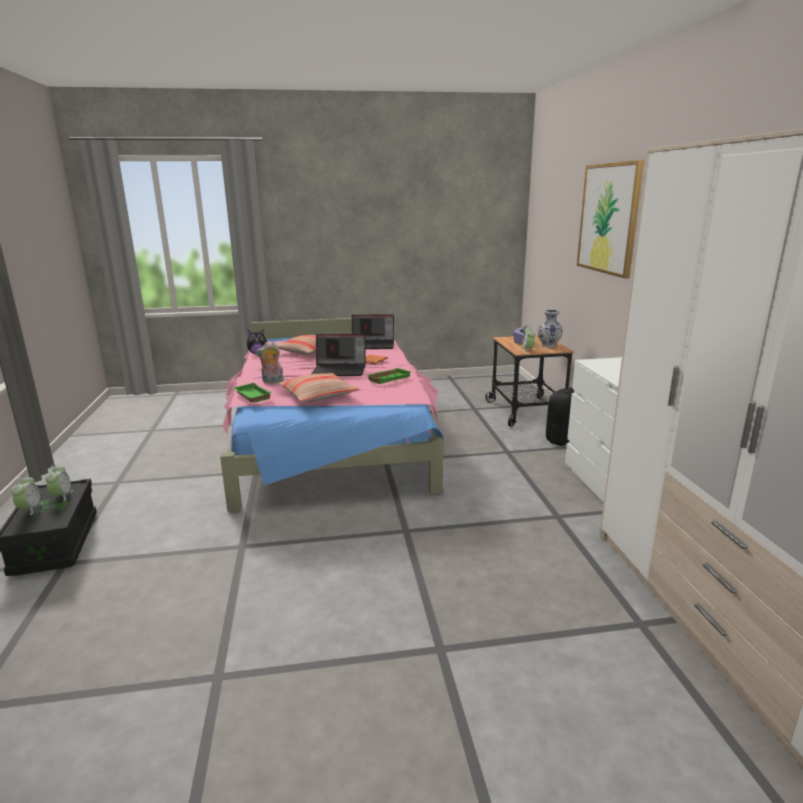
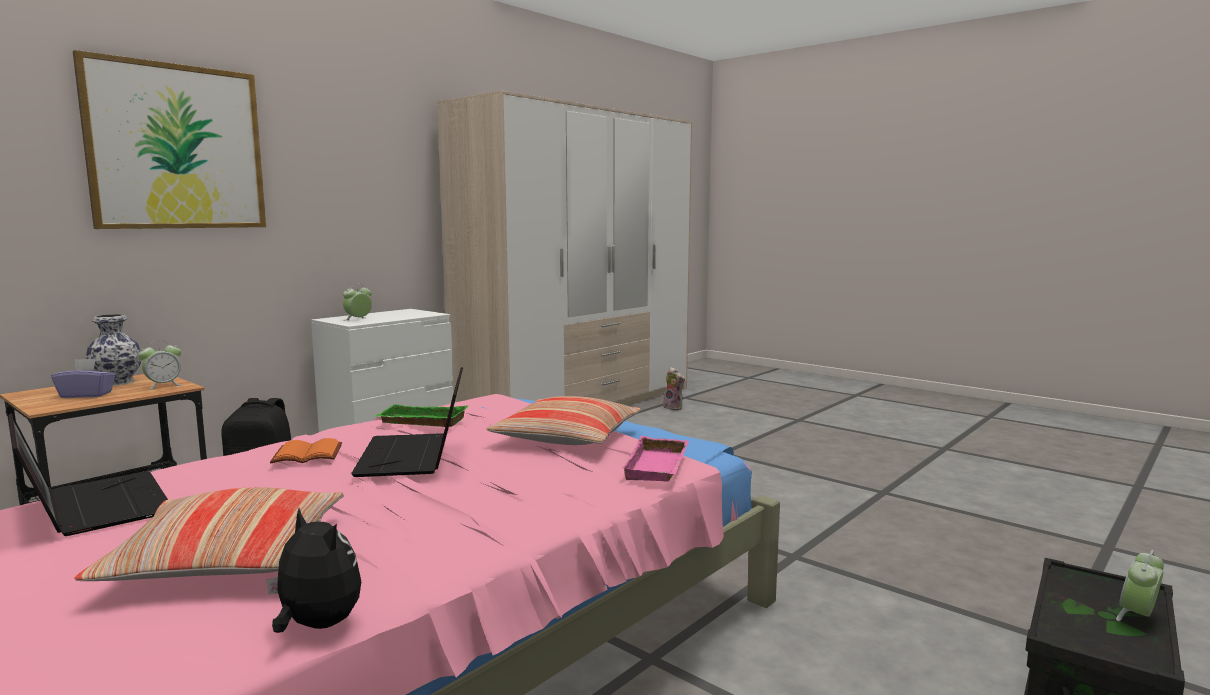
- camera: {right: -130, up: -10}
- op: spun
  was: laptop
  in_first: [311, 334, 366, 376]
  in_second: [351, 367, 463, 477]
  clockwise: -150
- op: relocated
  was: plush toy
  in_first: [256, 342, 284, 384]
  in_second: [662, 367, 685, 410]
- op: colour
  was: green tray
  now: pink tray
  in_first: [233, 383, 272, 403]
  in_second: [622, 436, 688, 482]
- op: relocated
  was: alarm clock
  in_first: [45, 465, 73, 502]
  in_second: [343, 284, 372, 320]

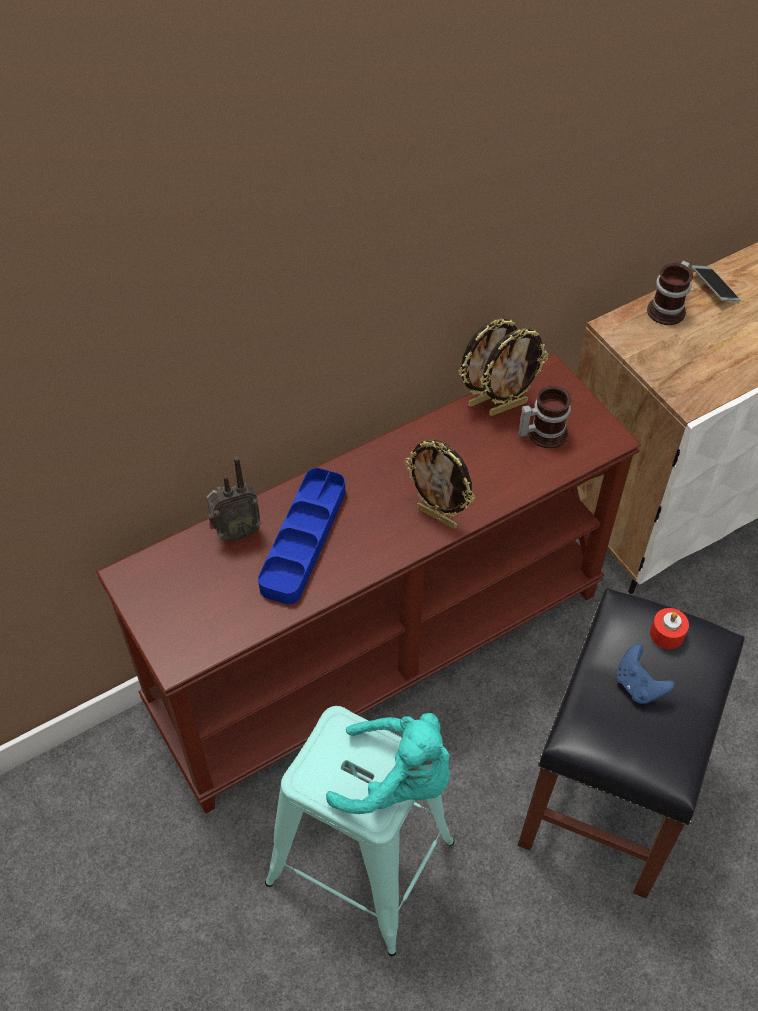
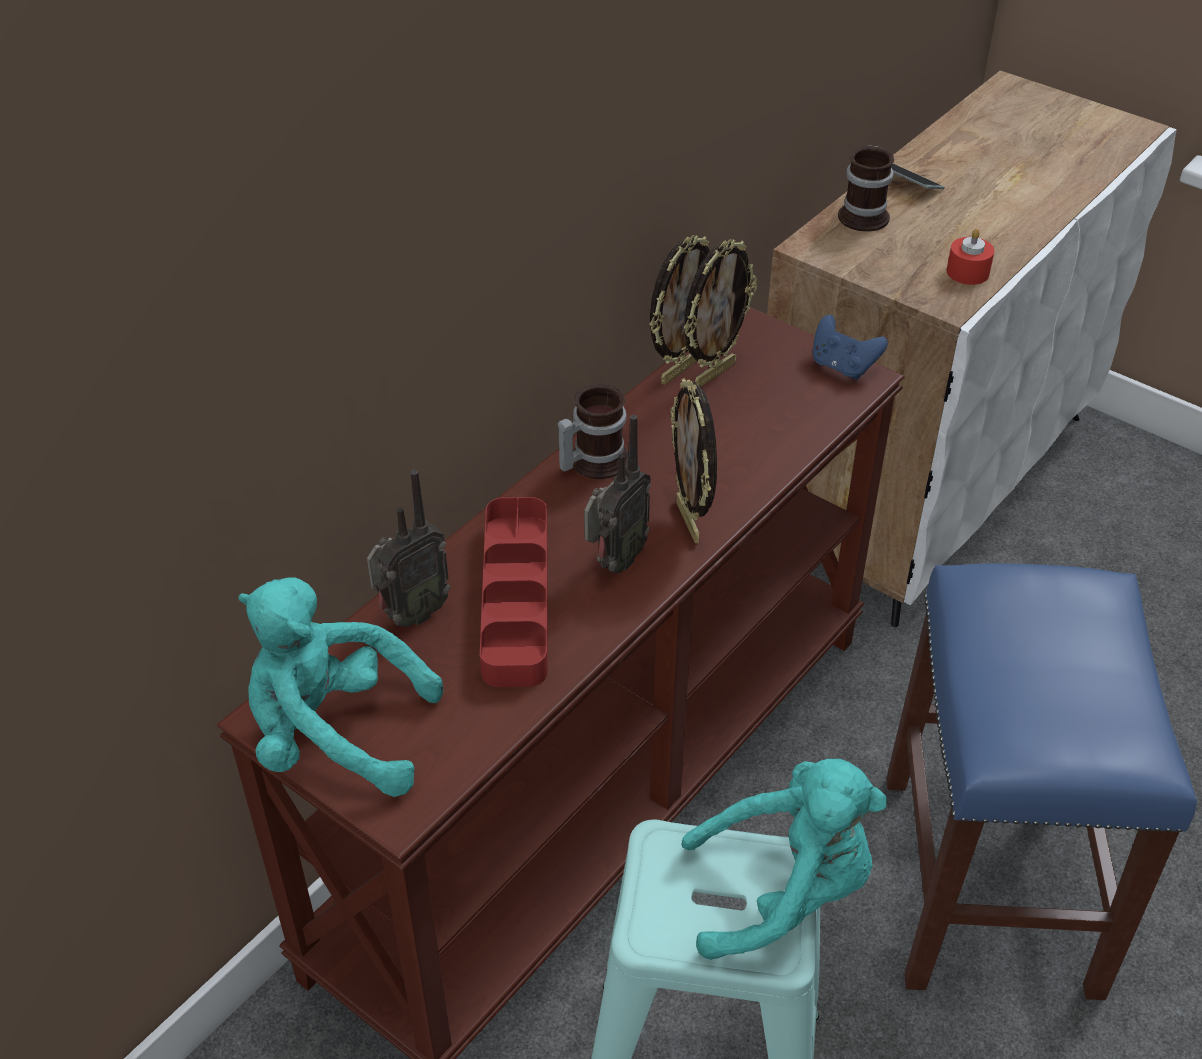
- camera: {right: -20, up: -10}
- op: relocated
  was: mug
  in_first: [519, 386, 572, 448]
  in_second: [558, 384, 628, 479]
- op: spun
  was: picture frame
  in_first: [404, 440, 475, 529]
  in_second: [670, 378, 717, 543]
  clockwise: 60
- op: colour
  was: blue tray
  now: red tray
  in_first: [258, 468, 345, 605]
  in_second: [480, 497, 548, 687]
- op: colour
  was: black stool
  now: blue stool
  in_first: [518, 588, 745, 899]
  in_second: [886, 563, 1197, 1000]
- op: relocated
  was: red candle
  in_first: [650, 608, 689, 649]
  in_second: [946, 228, 995, 285]
- op: relocated
  was: blue game controller
  in_first: [616, 644, 675, 704]
  in_second: [812, 315, 888, 380]
- op: appeared
  now: radio
  in_second: [584, 415, 651, 573]
- op: appeared
  now: turquoise plush toy
  in_second: [238, 577, 443, 797]

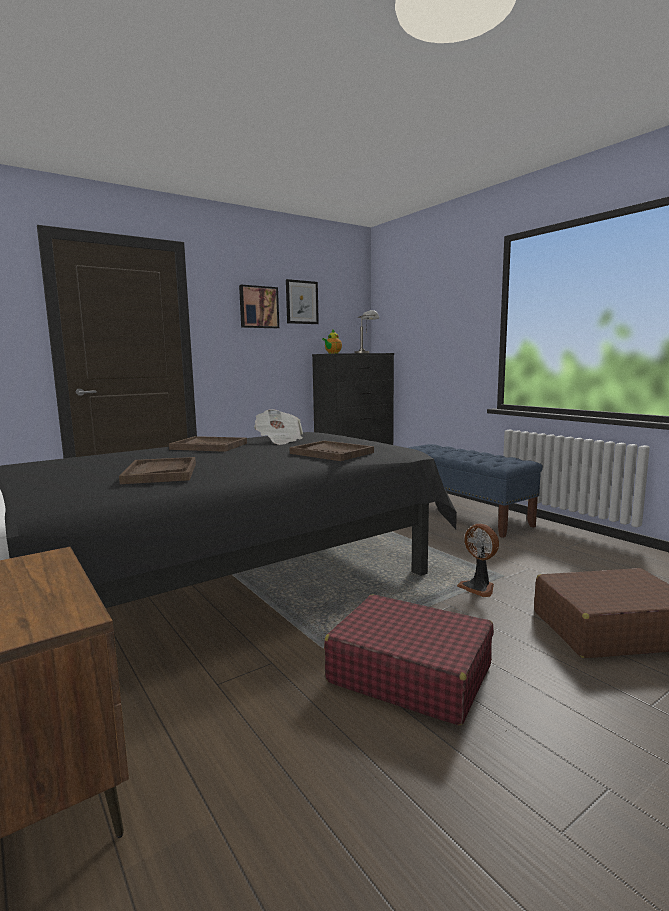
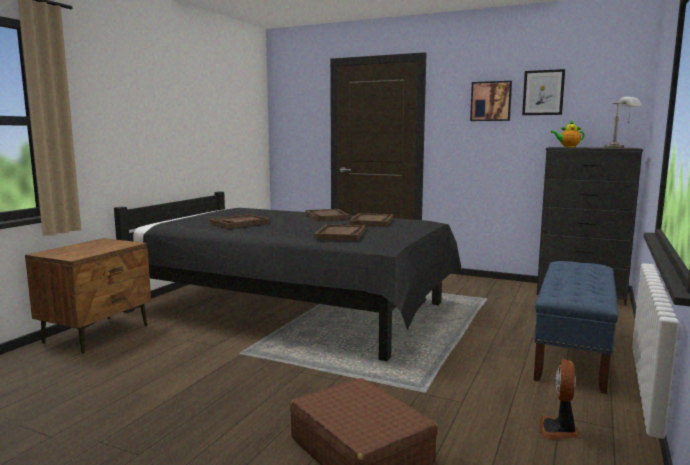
- camera: {right: 60, up: 0}
- op: exchanged
  was: newspaper
  now: brown tray
  in_first: [254, 409, 303, 445]
  in_second: [349, 213, 393, 226]
- op: relocated
  was: fan
  in_first: [457, 524, 499, 597]
  in_second: [540, 359, 579, 440]
- op: missing
  was: red suitcase
  in_first: [324, 595, 494, 725]

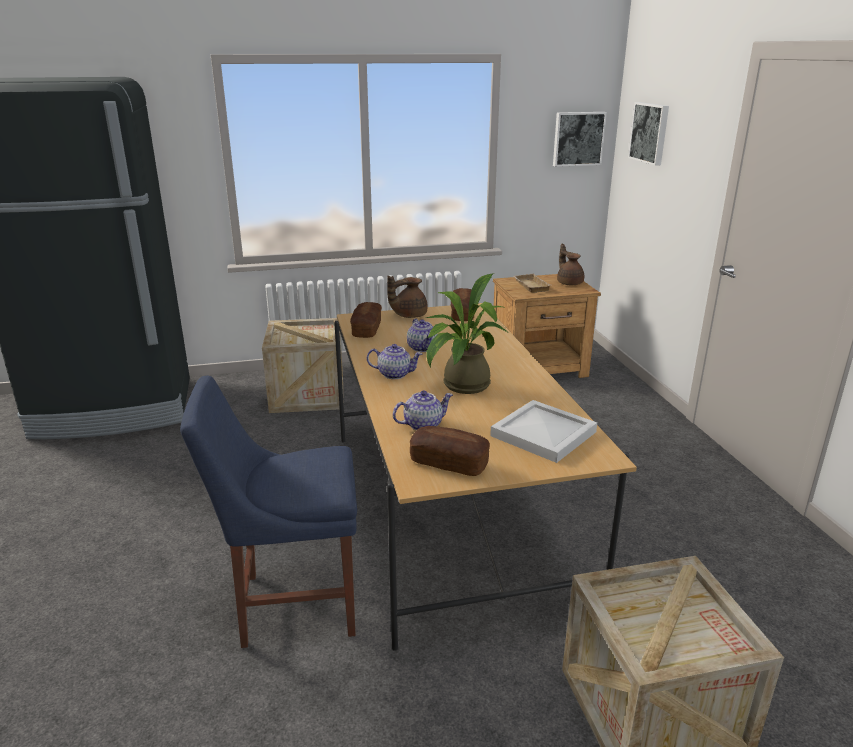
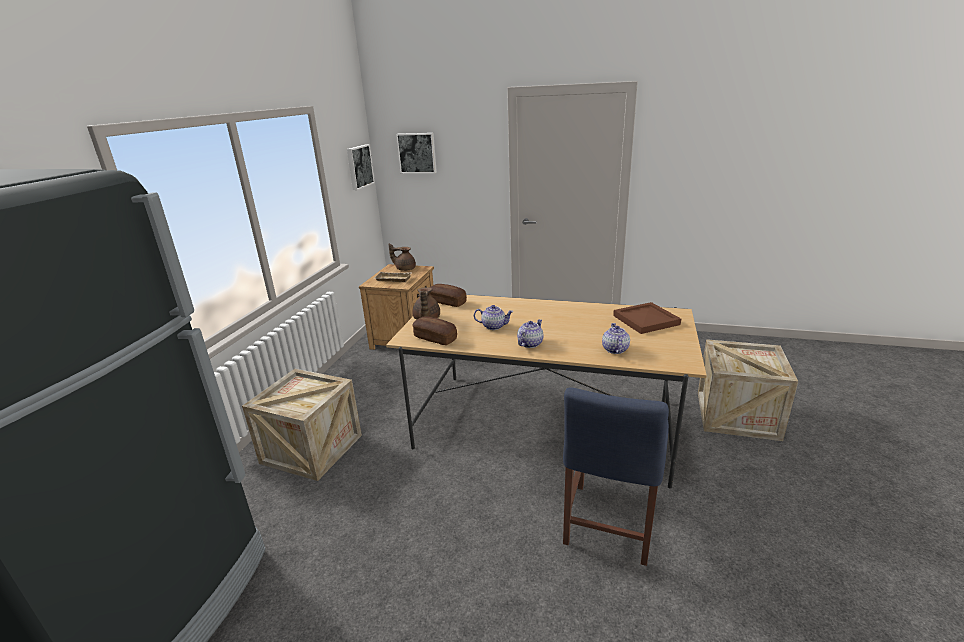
- camera: {right: -60, up: 0}
- op: missing
  was: potted plant
  in_first: [425, 273, 507, 394]
- op: colour
  was: white tray
  now: brown tray
  in_first: [490, 400, 597, 463]
  in_second: [613, 302, 681, 334]
- op: missing
  was: bread
  in_first: [410, 426, 490, 476]

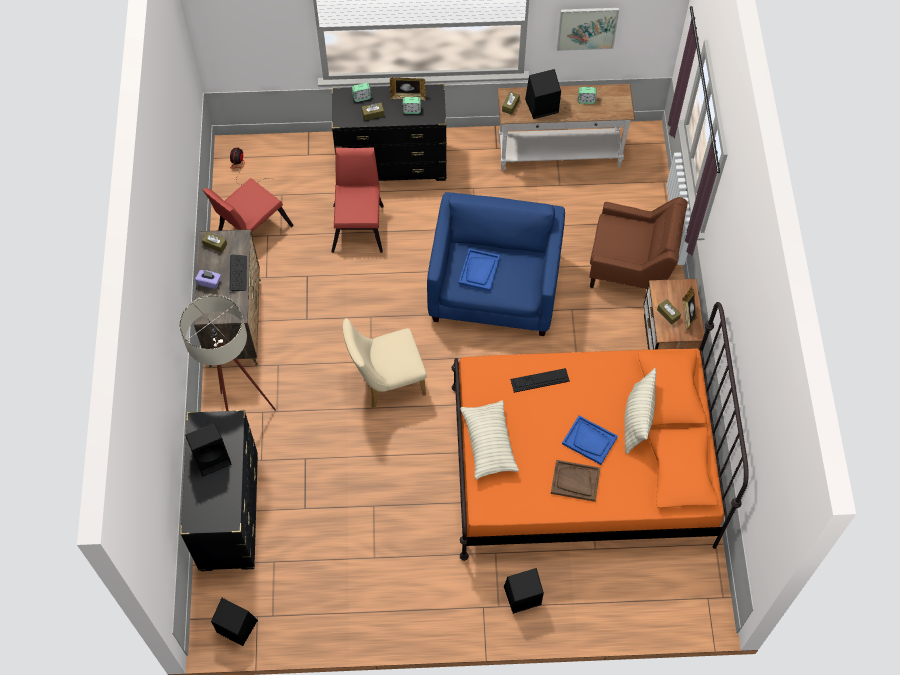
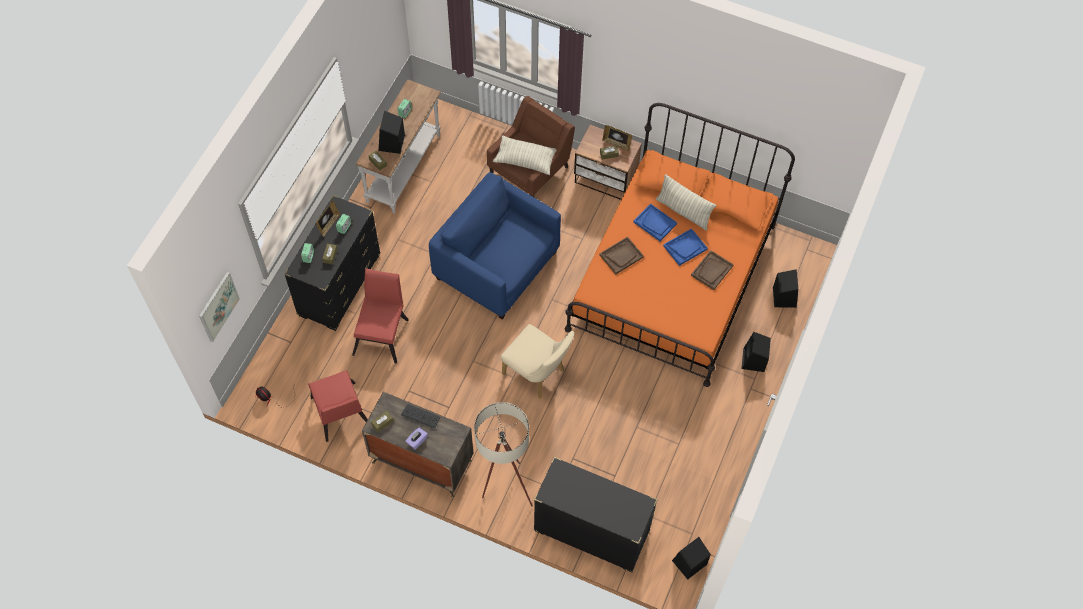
- camera: {right: -65, up: 0}
- op: relocated
  was: picture
  in_first: [557, 8, 619, 51]
  in_second: [199, 272, 240, 342]
- op: spun
  was: red chair
  in_first: [331, 147, 384, 253]
  in_second: [352, 268, 409, 364]
  clockwise: 75
- op: relocated
  was: blue tray
  in_first: [459, 248, 500, 291]
  in_second: [633, 203, 677, 241]
- op: spun
  was: beige chair
  in_first: [343, 318, 427, 409]
  in_second: [500, 324, 574, 398]
  clockwise: -60
- op: exchanged
  was: keyboard
  now: brown tray
  in_first: [510, 368, 570, 393]
  in_second: [599, 237, 644, 275]
- op: relocated
  was: pillow
  in_first: [460, 401, 519, 480]
  in_second: [493, 135, 557, 175]
- op: relocated
  was: black speaker
  in_first: [185, 423, 231, 477]
  in_second: [773, 269, 798, 308]

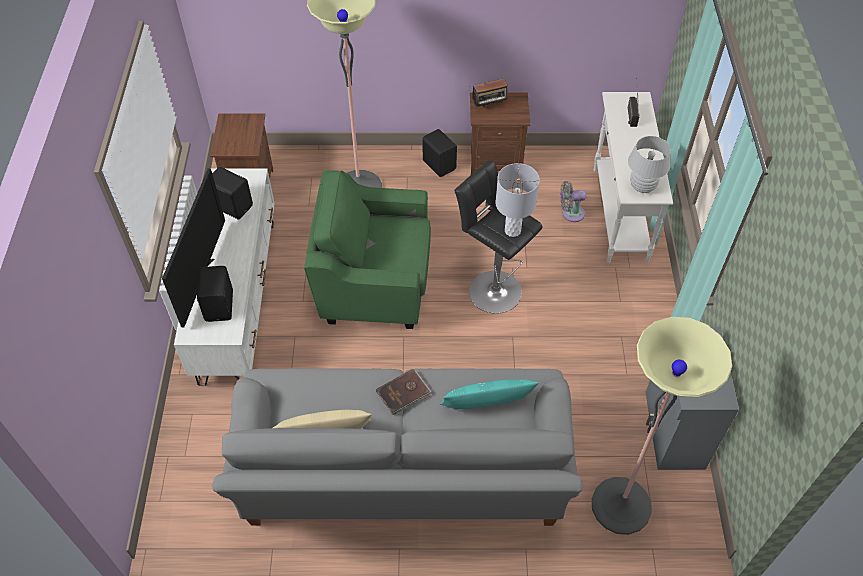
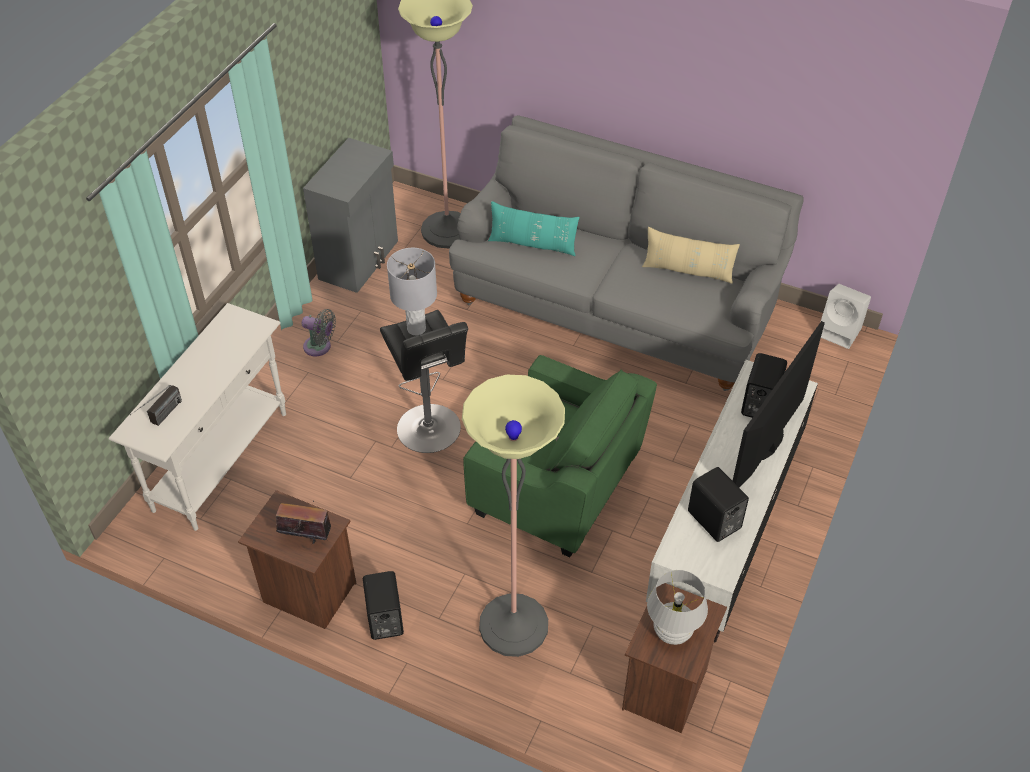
- camera: {right: -155, up: -5}
- op: relocated
  was: white table lamp
  in_first: [628, 136, 671, 193]
  in_second: [647, 570, 708, 645]
- op: relocated
  was: grey fan
  in_first: [560, 181, 586, 222]
  in_second: [302, 309, 336, 356]
- op: missing
  was: brown book
  in_first: [376, 369, 431, 415]
- op: appeared
  now: white speaker
  in_second: [821, 284, 871, 349]

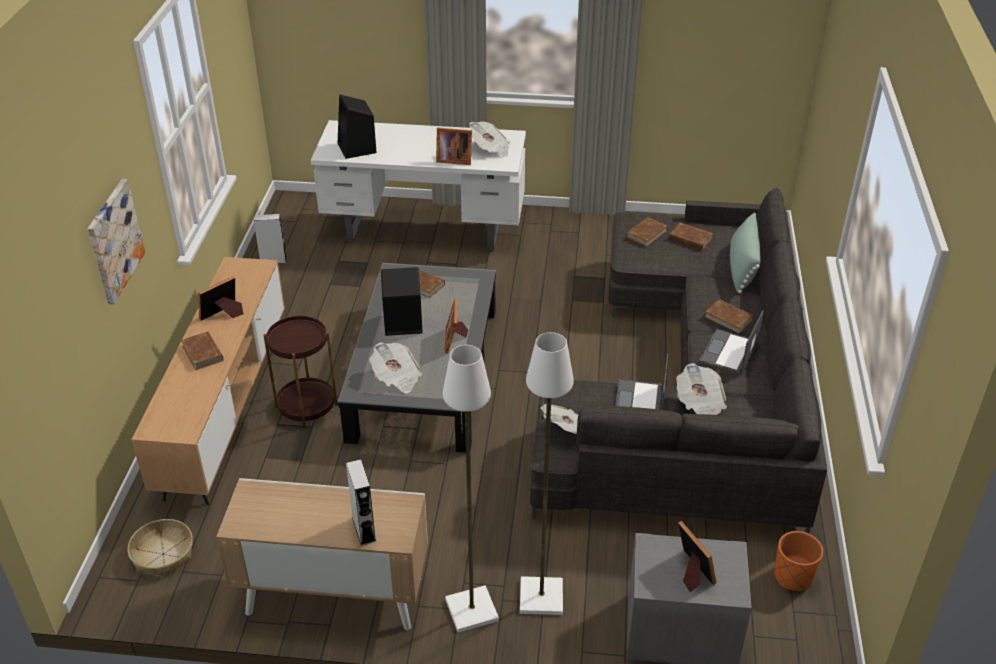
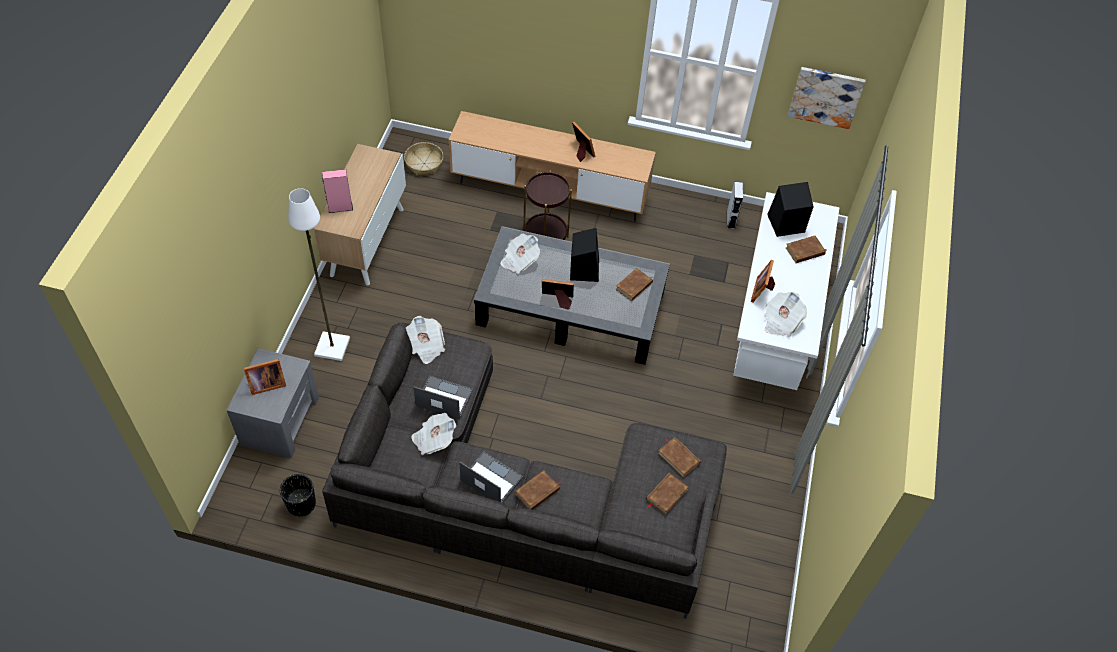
- camera: {right: 95, up: 15}
- op: relocated
  was: picture
  in_first: [88, 179, 145, 304]
  in_second: [788, 67, 866, 129]
- op: missing
  was: green pillow
  in_first: [730, 212, 761, 294]
- op: relocated
  was: brown book
  in_first: [181, 331, 224, 370]
  in_second: [786, 236, 827, 263]
- op: missing
  was: white floor lamp
  in_first: [443, 345, 499, 633]
- op: colour
  was: grey speaker
  now: pink speaker
  in_first: [346, 459, 376, 546]
  in_second: [322, 169, 353, 213]
- op: colour
  was: orange planter
  now: black planter
  in_first: [774, 531, 823, 591]
  in_second: [280, 474, 316, 516]

